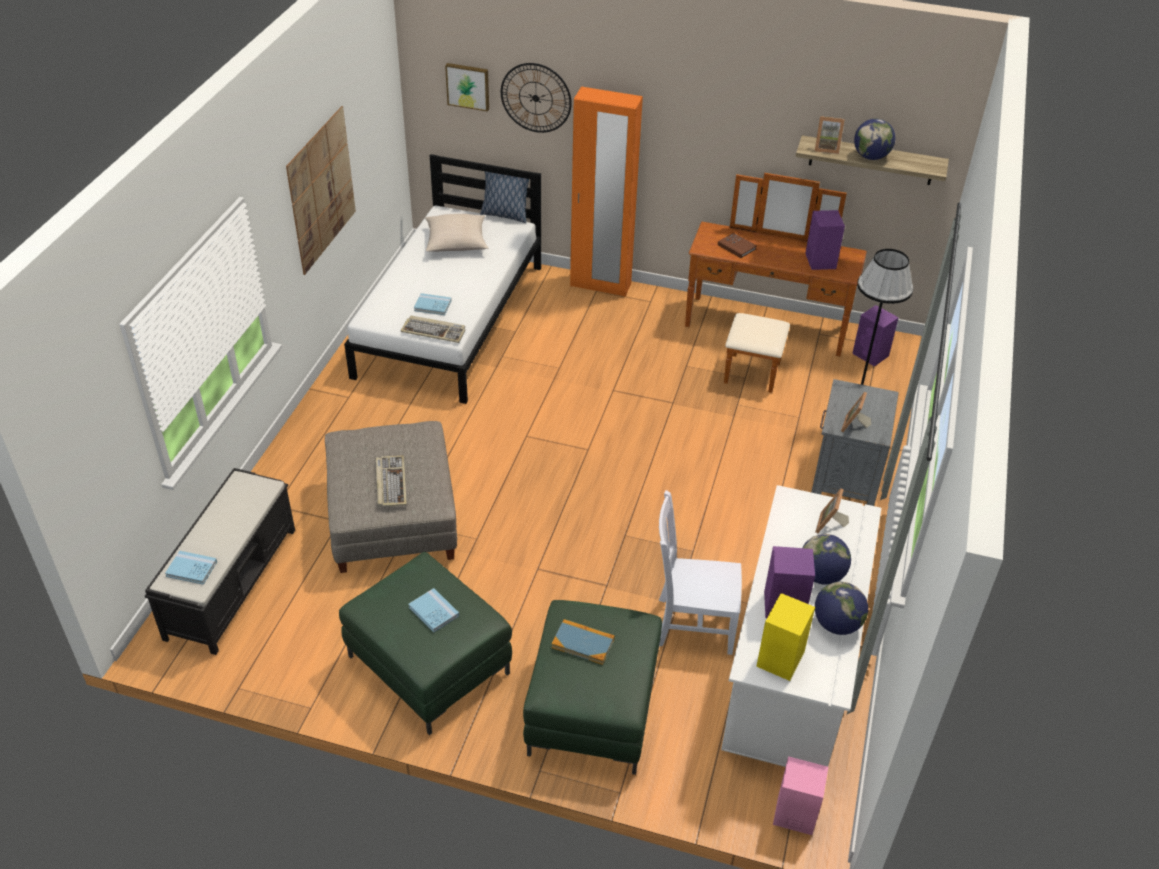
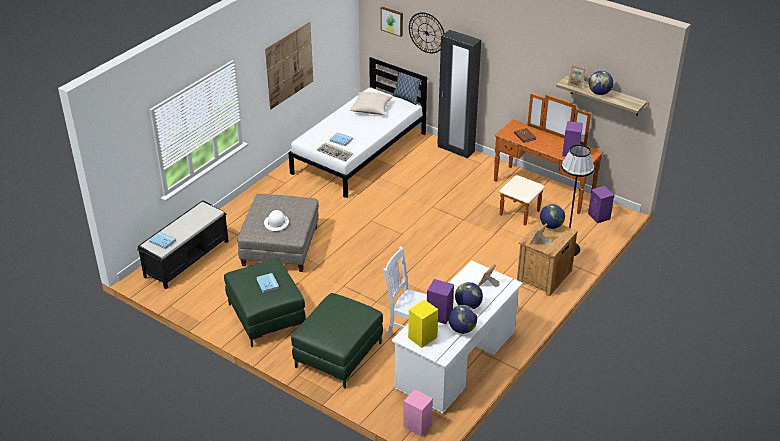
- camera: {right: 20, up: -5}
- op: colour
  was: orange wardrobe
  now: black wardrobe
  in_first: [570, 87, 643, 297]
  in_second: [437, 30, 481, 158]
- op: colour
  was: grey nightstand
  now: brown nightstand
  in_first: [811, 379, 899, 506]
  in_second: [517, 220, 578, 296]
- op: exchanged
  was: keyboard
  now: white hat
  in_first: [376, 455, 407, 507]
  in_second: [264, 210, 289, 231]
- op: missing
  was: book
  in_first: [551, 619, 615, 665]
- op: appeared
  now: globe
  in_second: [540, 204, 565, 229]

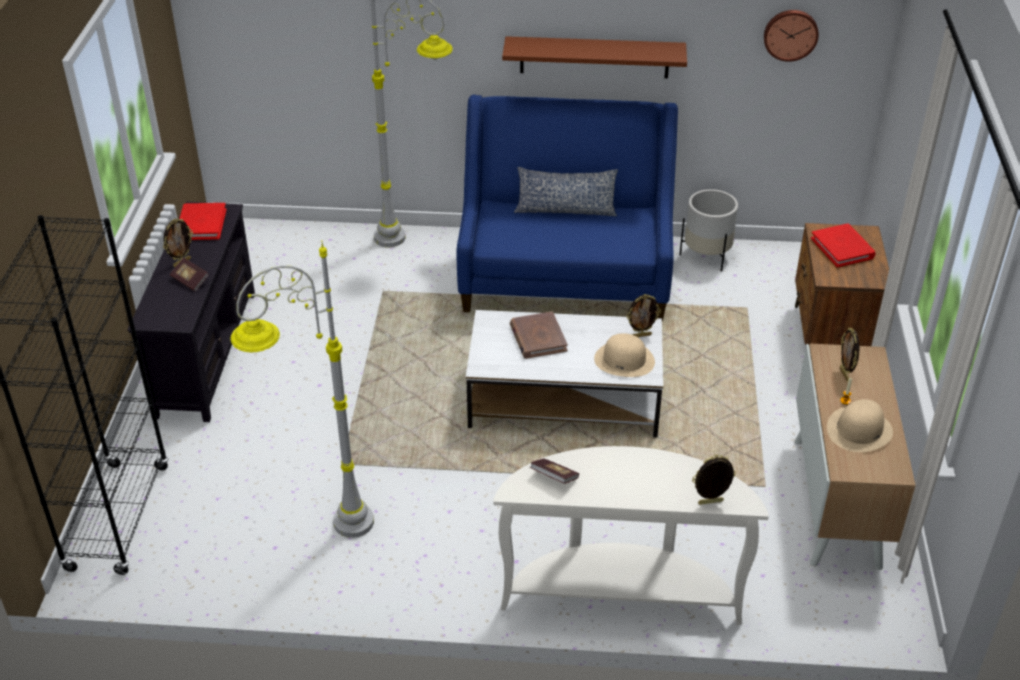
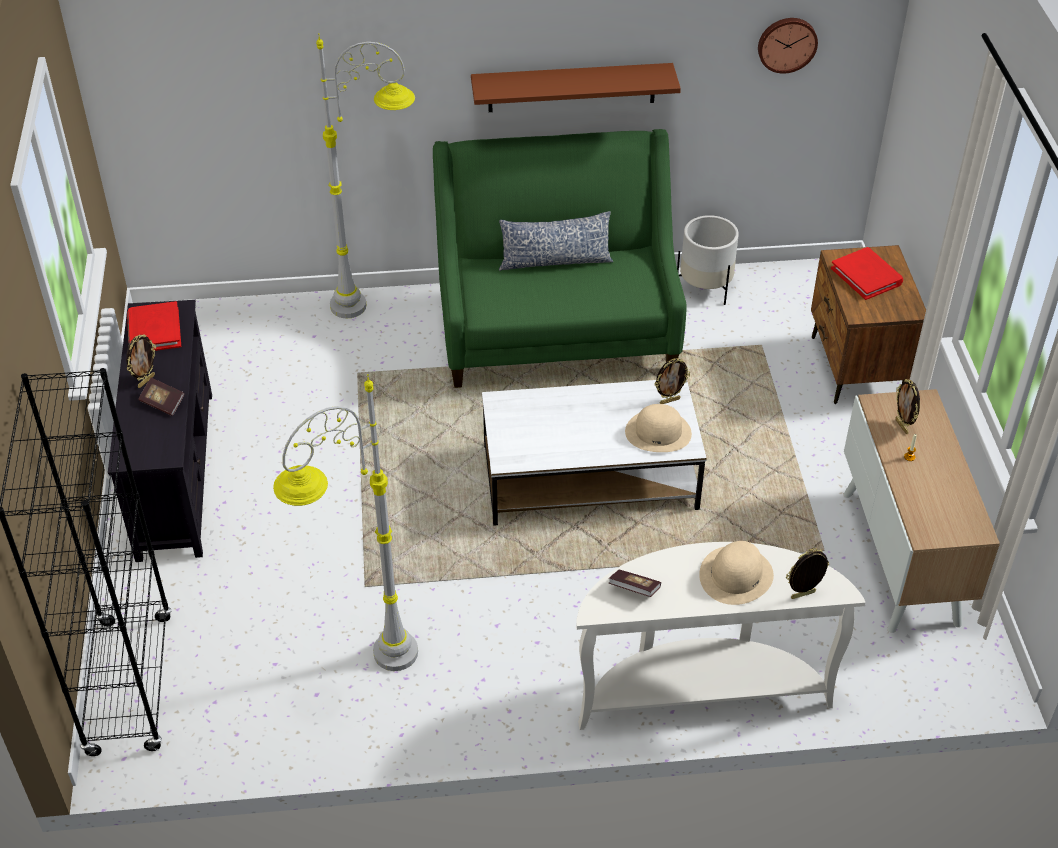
- camera: {right: -10, up: 5}
- op: colour
  was: blue sofa
  now: green sofa
  in_first: [457, 95, 678, 321]
  in_second: [433, 129, 687, 388]
- op: missing
  was: brown book
  in_first: [510, 311, 568, 359]
- op: relocated
  was: beige hat
  in_first: [827, 399, 893, 452]
  in_second: [699, 541, 774, 605]

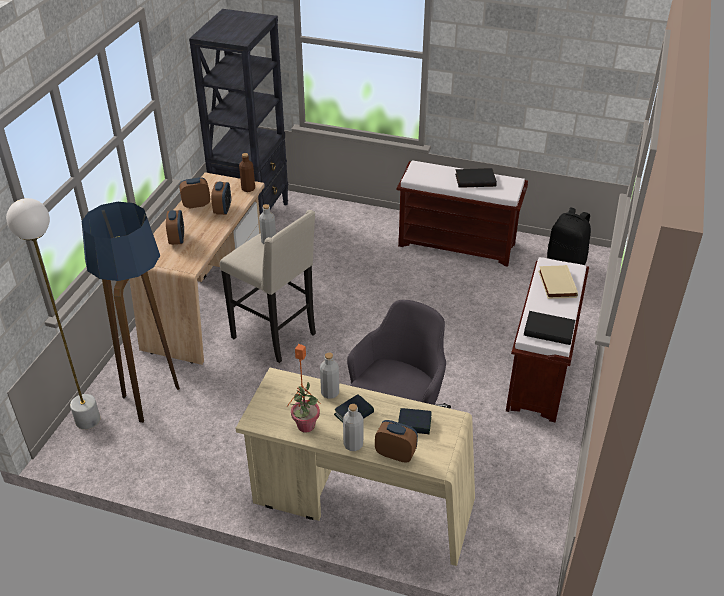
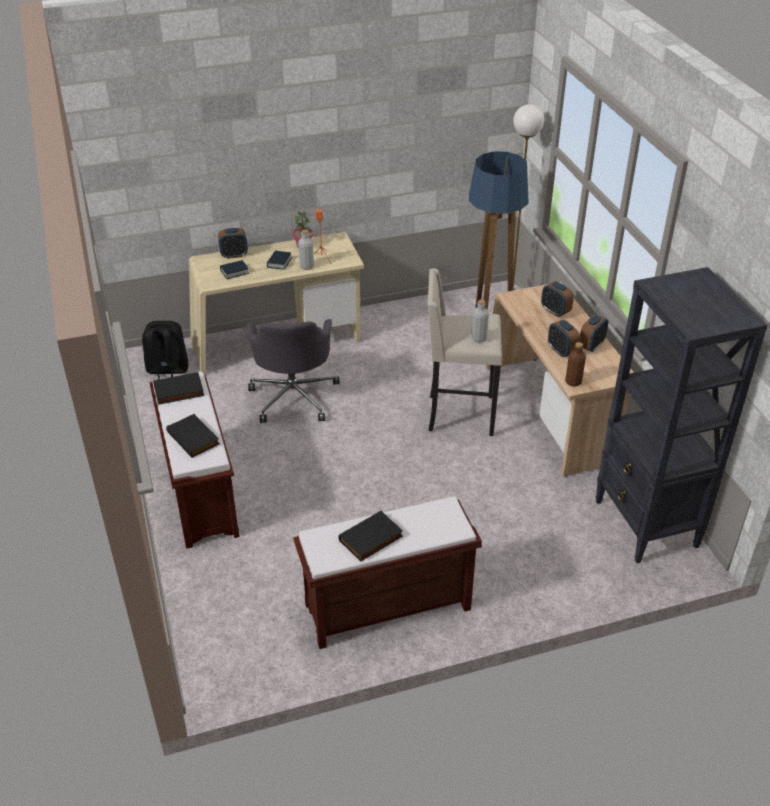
- camera: {right: 145, up: 0}
- op: relocated
  was: black backpack
  in_first: [547, 207, 591, 265]
  in_second: [142, 321, 188, 379]
- op: colour
  was: beige book
  now: black book
  in_first: [538, 265, 578, 299]
  in_second: [166, 414, 220, 458]
- op: missing
  was: grey bottle
  in_first: [343, 404, 363, 451]

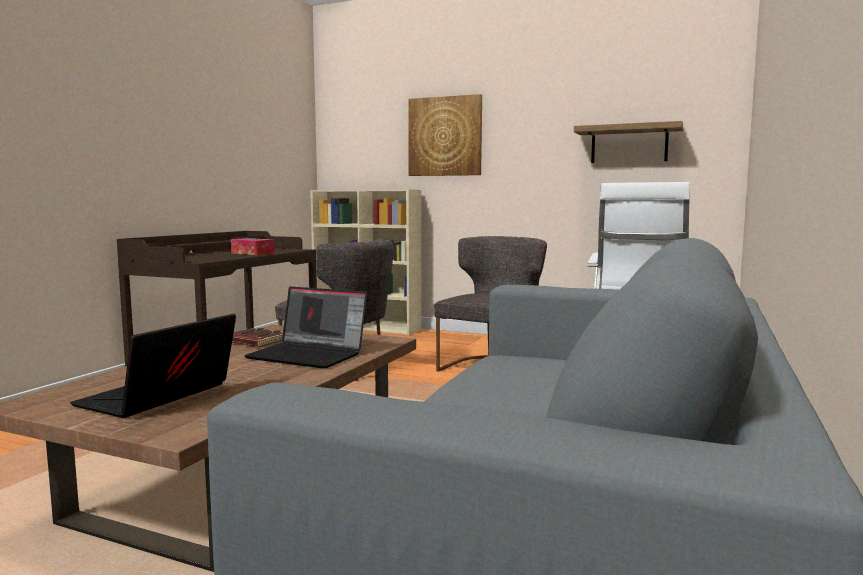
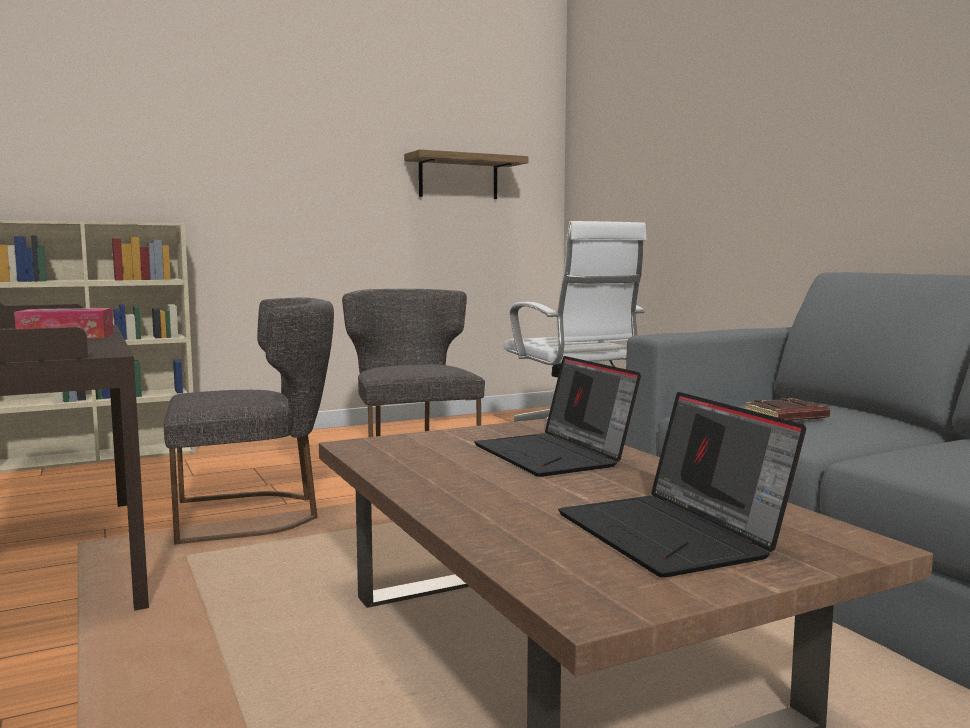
- camera: {right: -50, up: 0}
- op: missing
  was: picture
  in_first: [408, 94, 482, 176]
- op: spun
  was: laptop
  in_first: [244, 286, 367, 369]
  in_second: [474, 356, 641, 477]
  clockwise: 90
- op: relocated
  was: brown book
  in_first: [232, 328, 283, 347]
  in_second: [745, 398, 830, 421]

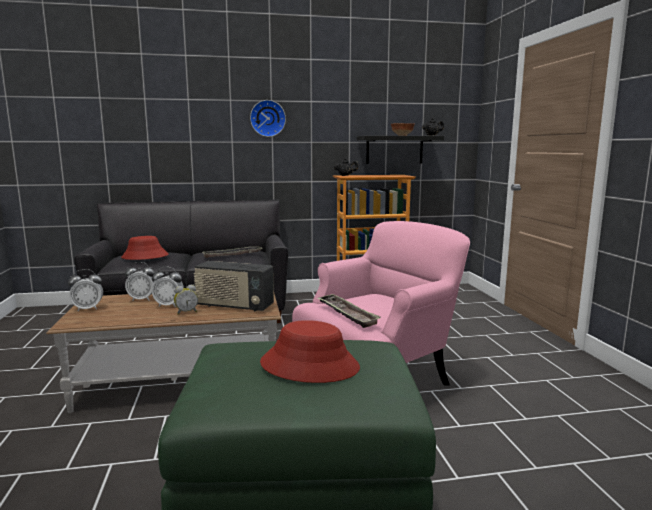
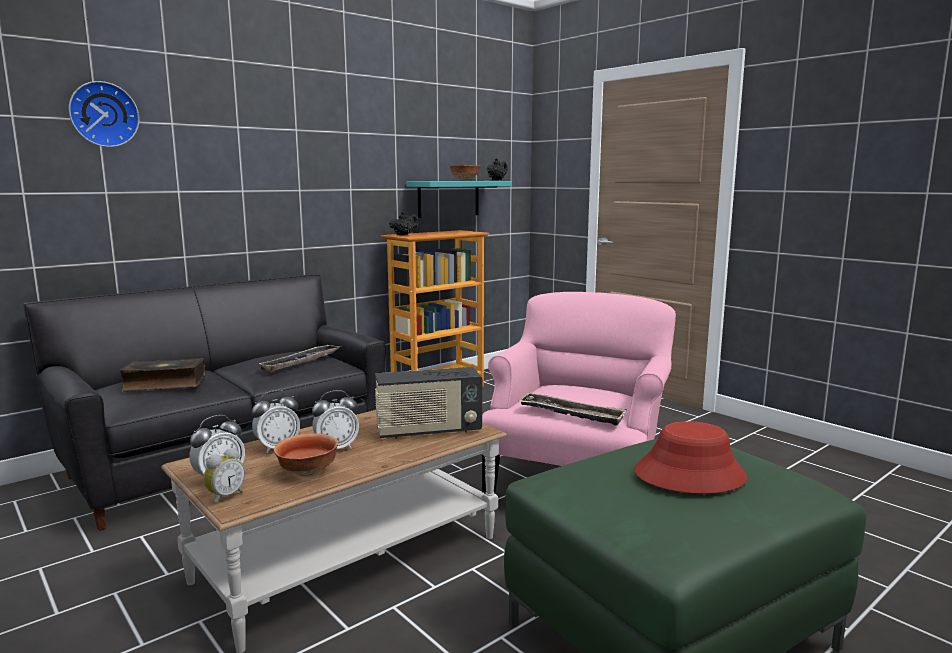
- camera: {right: -30, up: 0}
- op: relocated
  was: wall clock
  in_first: [250, 100, 286, 137]
  in_second: [69, 81, 139, 147]
- op: colour
  was: black shelf
  now: turquoise shelf
  in_first: [357, 136, 444, 164]
  in_second: [406, 181, 512, 218]
- op: exchanged
  was: red hat
  now: book
  in_first: [121, 236, 169, 260]
  in_second: [119, 358, 205, 392]
- op: relocated
  was: alarm clock
  in_first: [174, 285, 198, 315]
  in_second: [204, 448, 245, 504]
- op: appeared
  now: bowl
  in_second: [274, 433, 338, 477]

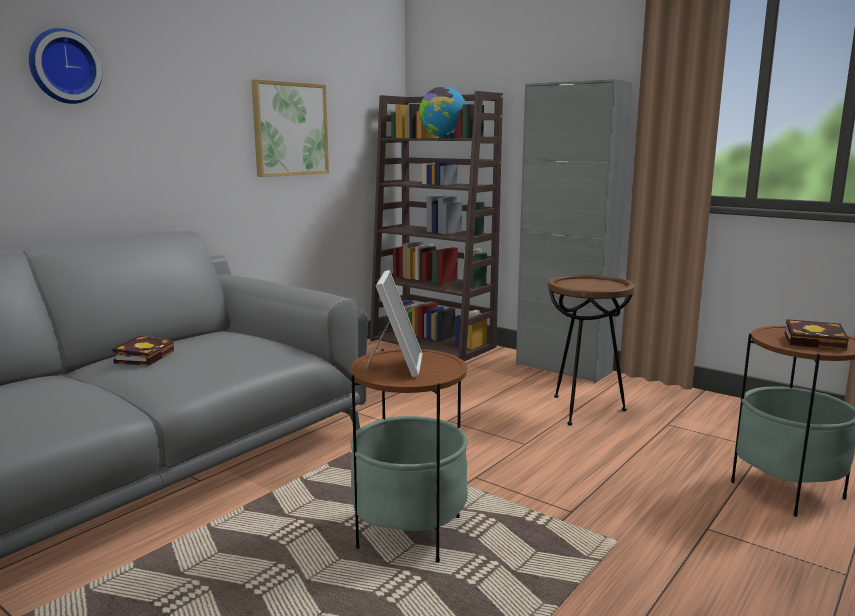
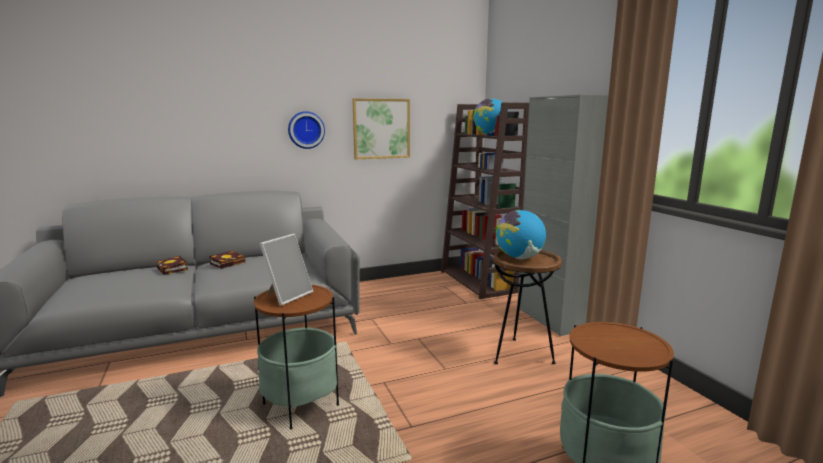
- camera: {right: 30, up: 0}
- op: relocated
  was: wall clock
  in_first: [29, 28, 102, 104]
  in_second: [288, 111, 325, 149]
- op: relocated
  was: book
  in_first: [785, 319, 849, 350]
  in_second: [156, 256, 188, 275]
- op: appeared
  now: globe
  in_second: [496, 210, 546, 259]

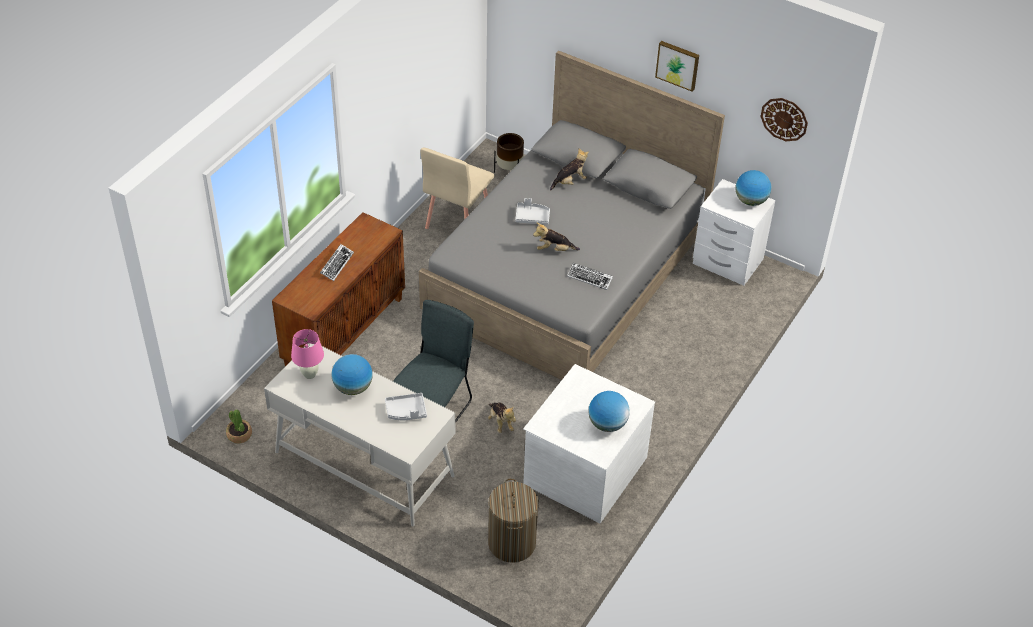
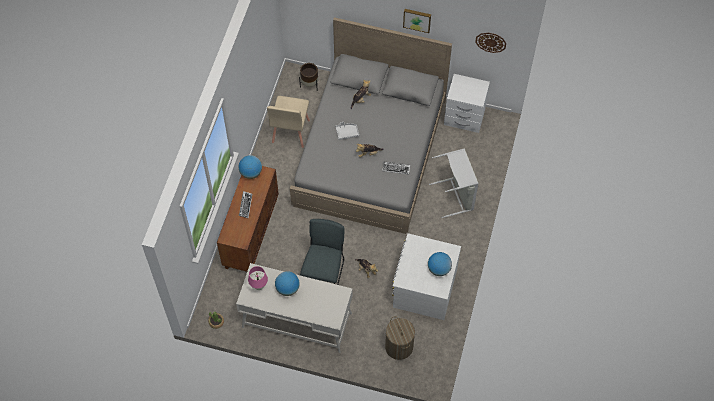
- camera: {right: -15, up: 15}
- op: relocated
  was: globe
  in_first: [735, 170, 772, 206]
  in_second: [238, 155, 262, 179]
- op: missing
  was: grey tray
  in_first: [385, 393, 427, 420]
- op: appeared
  now: grey laundry basket
  in_second: [429, 148, 479, 218]

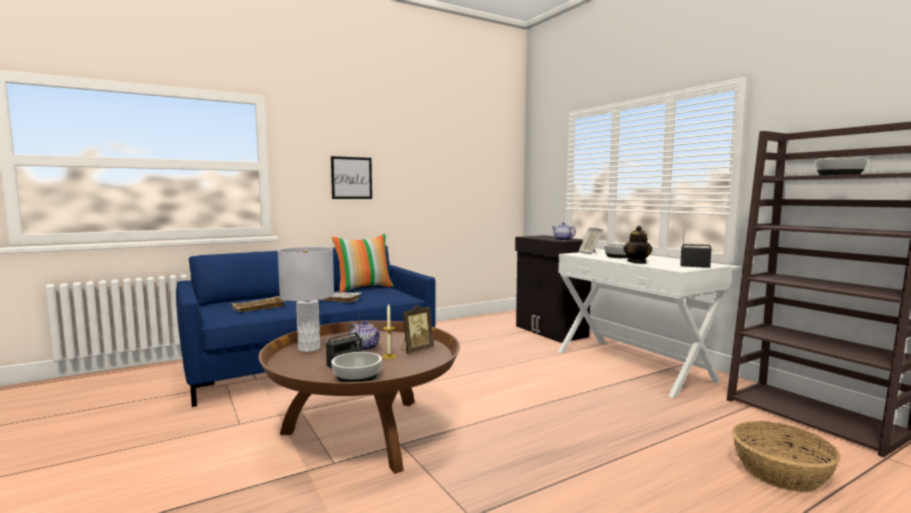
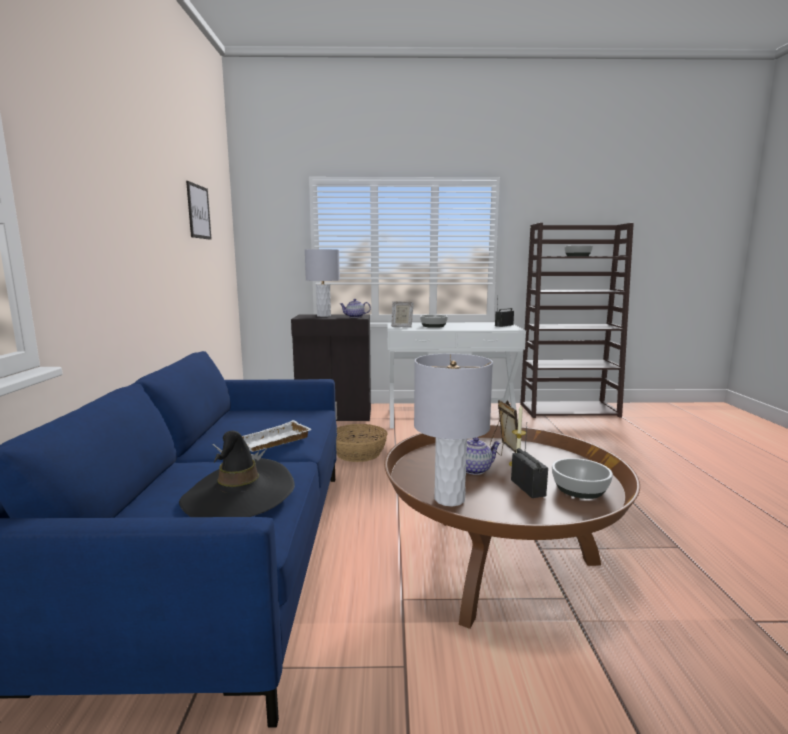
- camera: {right: -60, up: 5}
- op: relocated
  was: picture
  in_first: [331, 156, 372, 199]
  in_second: [186, 181, 212, 240]
- op: missing
  was: teapot
  in_first: [623, 225, 652, 264]
- op: missing
  was: pillow
  in_first: [332, 234, 394, 293]
- op: exchanged
  was: beige tray
  now: black hat
  in_first: [231, 296, 286, 312]
  in_second: [179, 431, 295, 517]
- op: relocated
  was: basket
  in_first: [732, 421, 841, 492]
  in_second: [336, 424, 388, 462]
- op: appeared
  now: grey table lamp
  in_second: [305, 249, 340, 317]

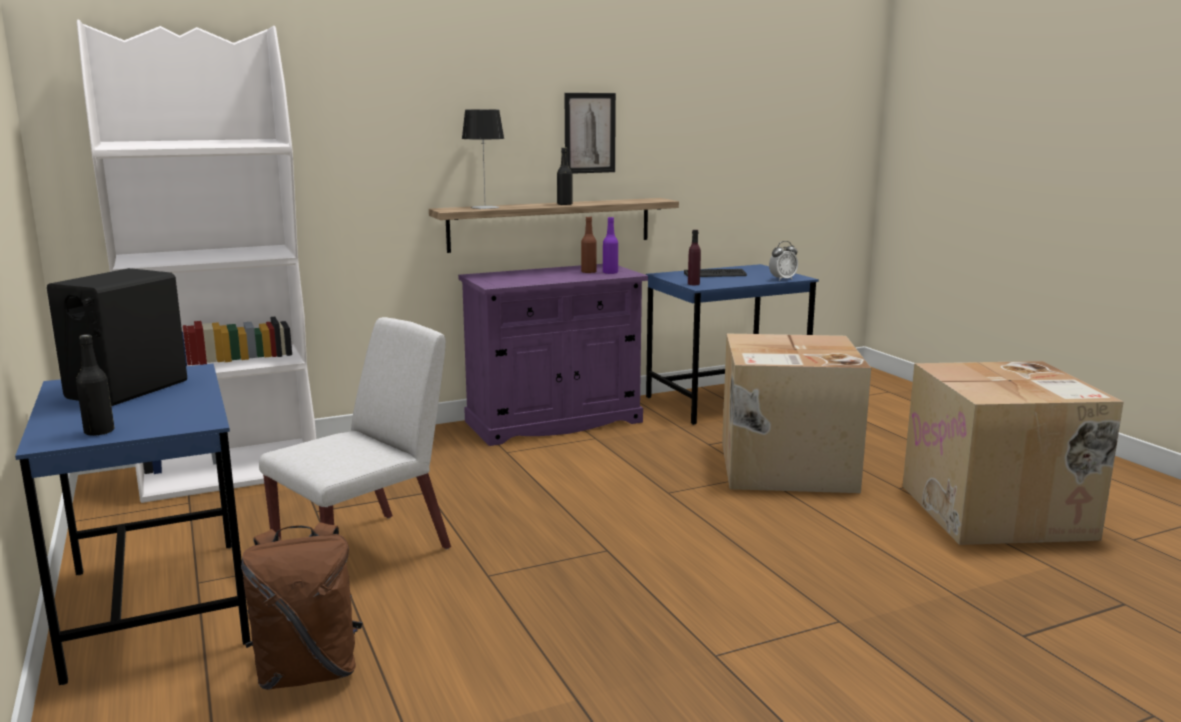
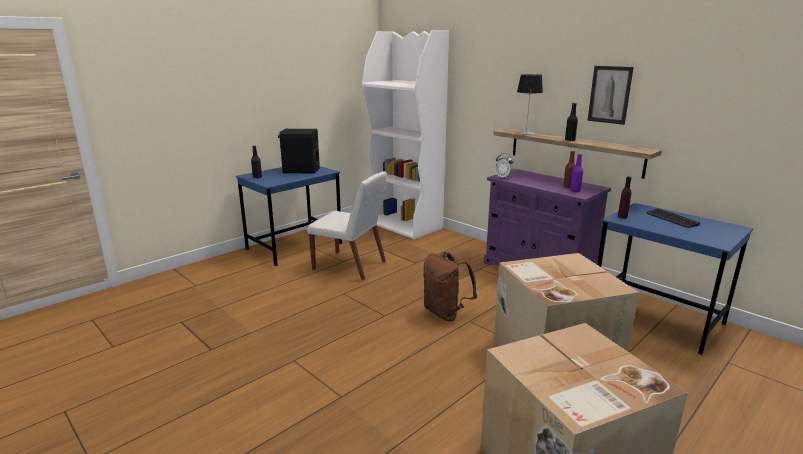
- camera: {right: 70, up: 5}
- op: relocated
  was: alarm clock
  in_first: [769, 241, 798, 281]
  in_second: [495, 153, 514, 179]
- op: relocated
  was: brown backpack
  in_first: [241, 522, 363, 690]
  in_second: [423, 252, 477, 321]

